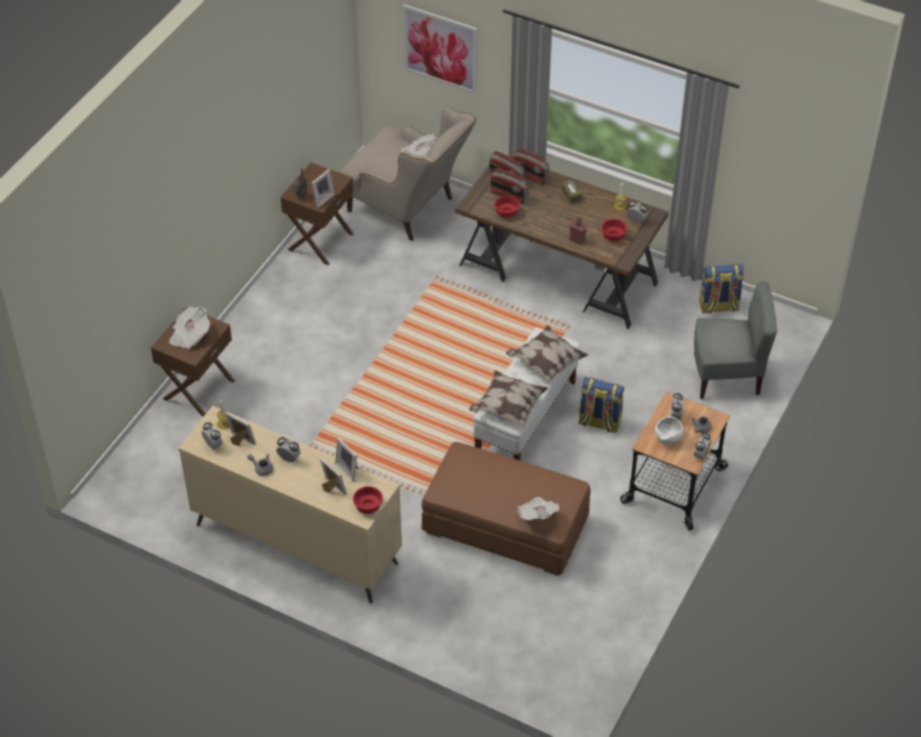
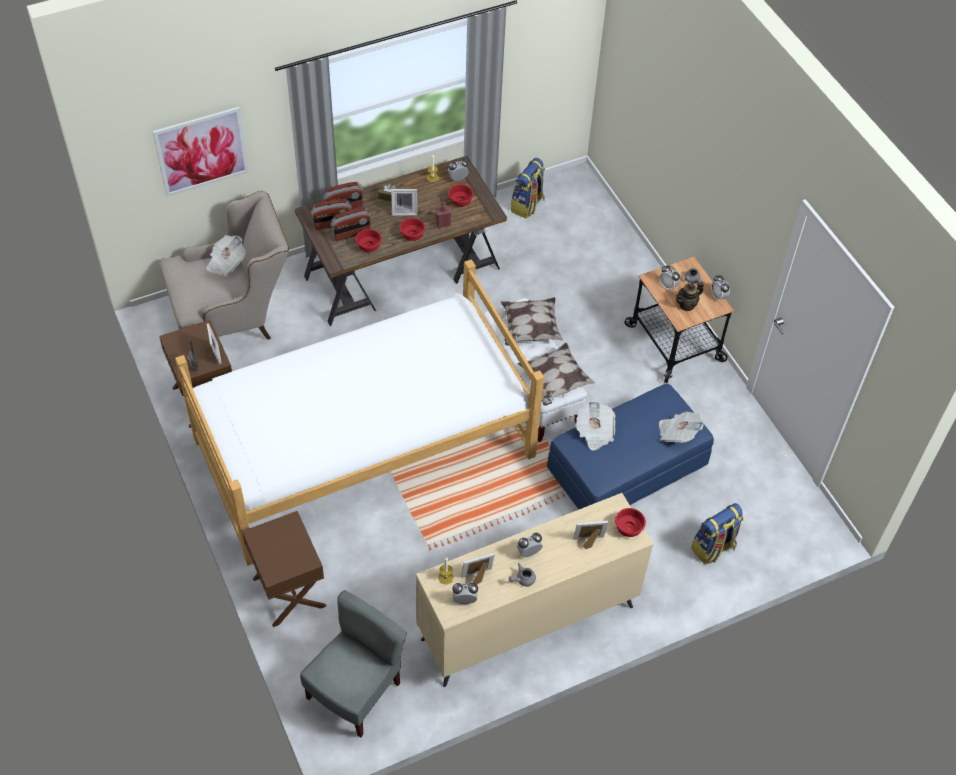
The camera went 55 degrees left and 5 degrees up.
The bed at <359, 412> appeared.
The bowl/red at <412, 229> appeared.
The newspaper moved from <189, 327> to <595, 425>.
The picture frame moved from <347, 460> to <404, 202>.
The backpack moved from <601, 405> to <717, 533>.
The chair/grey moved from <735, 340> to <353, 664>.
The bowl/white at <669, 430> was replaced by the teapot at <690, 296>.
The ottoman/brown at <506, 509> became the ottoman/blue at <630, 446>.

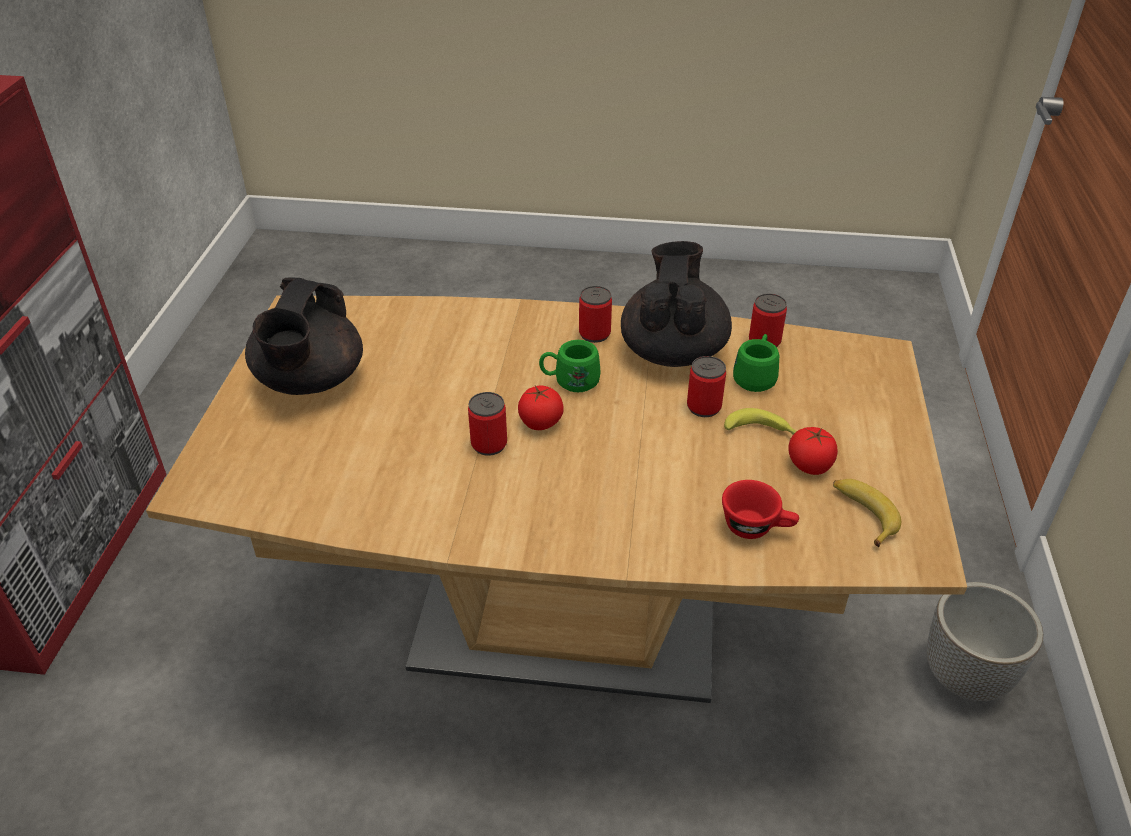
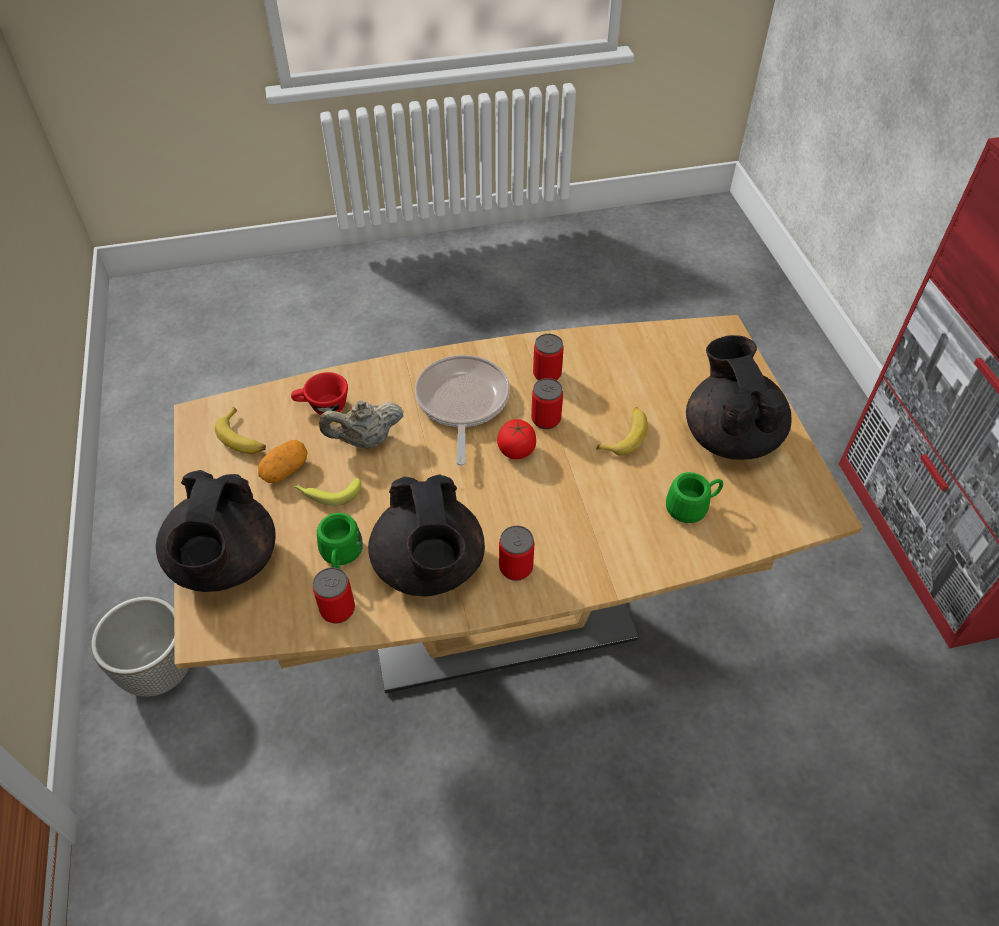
The camera went 160 degrees right and 10 degrees up.
The teapot/black at <216, 531> appeared.
The teapot/beige at <361, 424> appeared.
The frying pan at <462, 410> appeared.
The banana at <622, 431> appeared.
The mug/green moved from <570, 366> to <694, 497>.
The can moved from <706, 386> to <548, 357>.
The tomato at <813, 451> was replaced by the potato at <283, 461>.

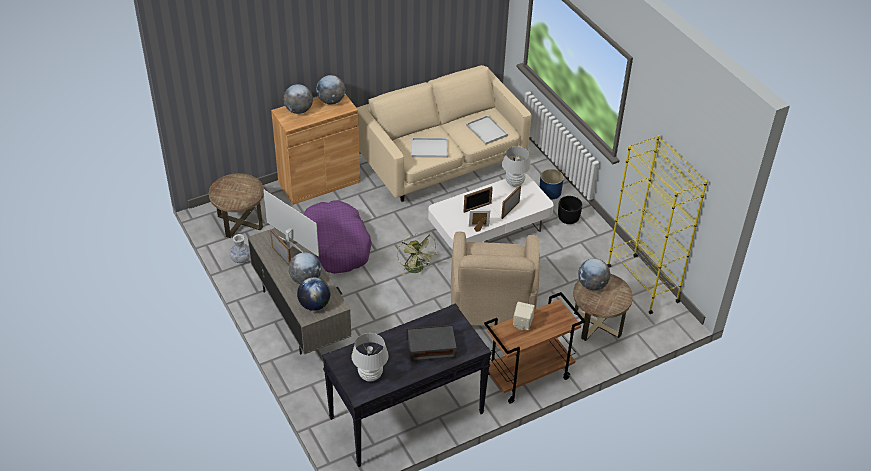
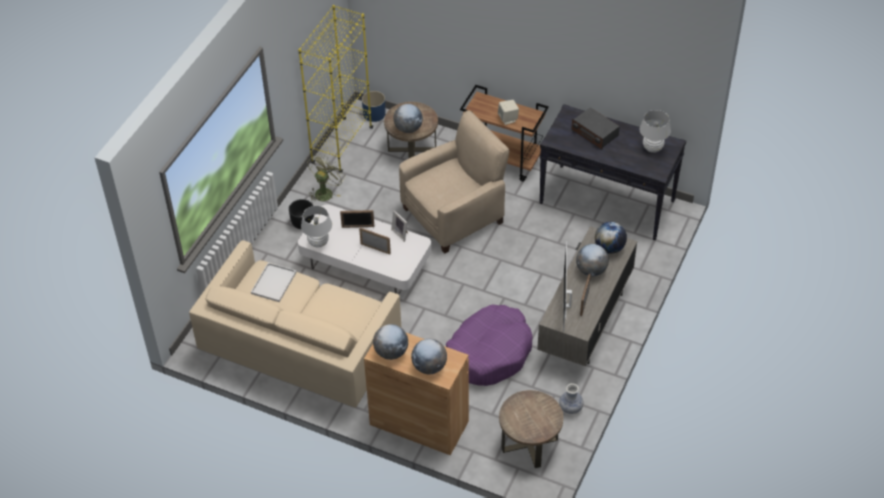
The camera went 125 degrees left and 5 degrees up.
The tray/white at <430, 148> disappeared.
The fan/green moved from <417, 254> to <326, 177>.
The planter/blue moved from <552, 184> to <373, 106>.

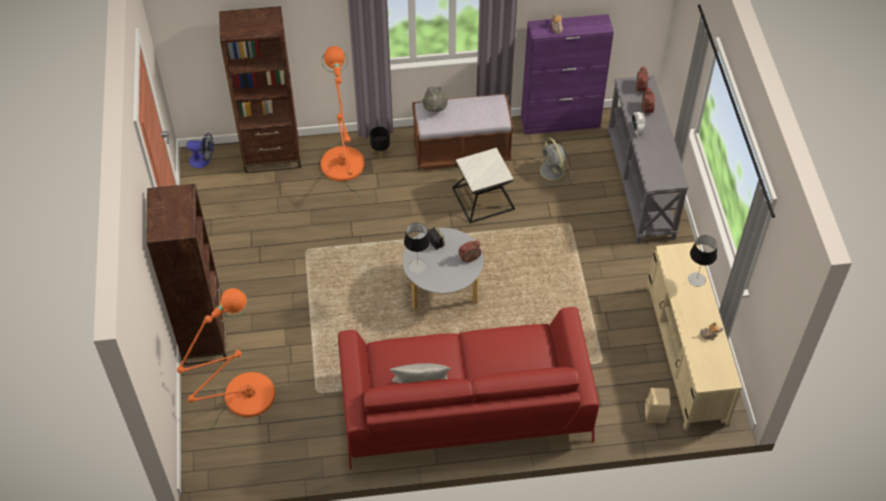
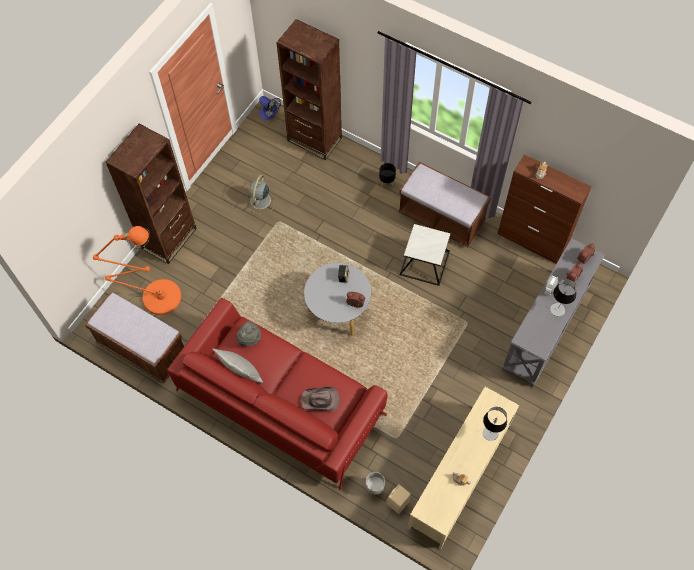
The camera went 40 degrees right and 10 degrees up.
The floor lamp/orange at <342, 123> disappeared.
The bench/brown at <134, 338> appeared.
The hat/brown at <320, 399> appeared.
The planter/grey at <375, 484> appeared.
The table lamp moved from <417, 247> to <563, 297>.
The hat/grey moved from <435, 99> to <249, 334>.
The fan/grey moved from <553, 161> to <260, 194>.
The cabinet/purple at <567, 74> became the cabinet/brown at <544, 208>.

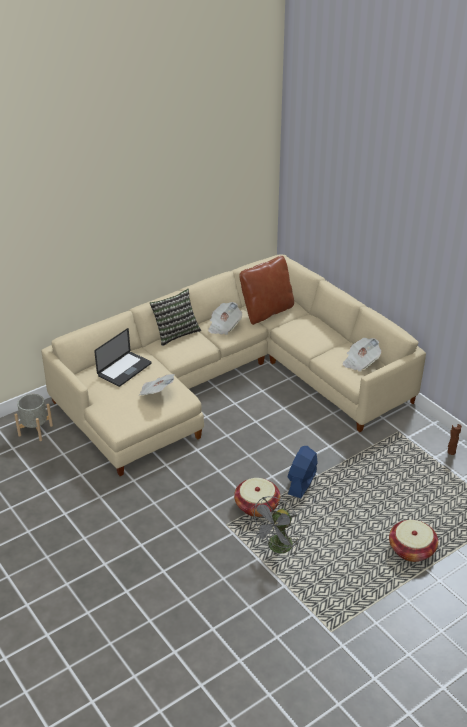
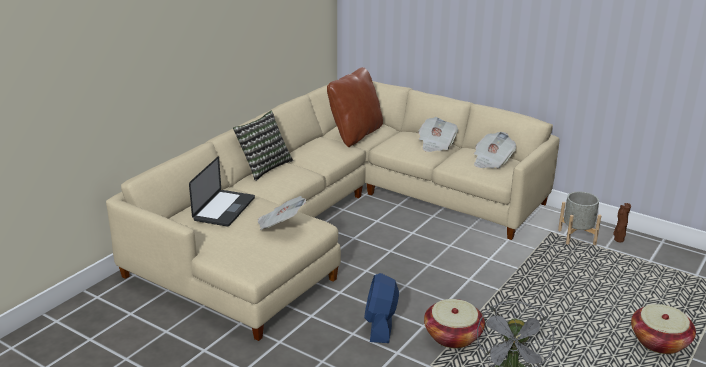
The camera went 20 degrees left and 10 degrees down.
The planter/grey moved from <33, 417> to <579, 218>.
The newspaper moved from <225, 318> to <438, 134>.
The fan/blue moved from <303, 472> to <381, 308>.

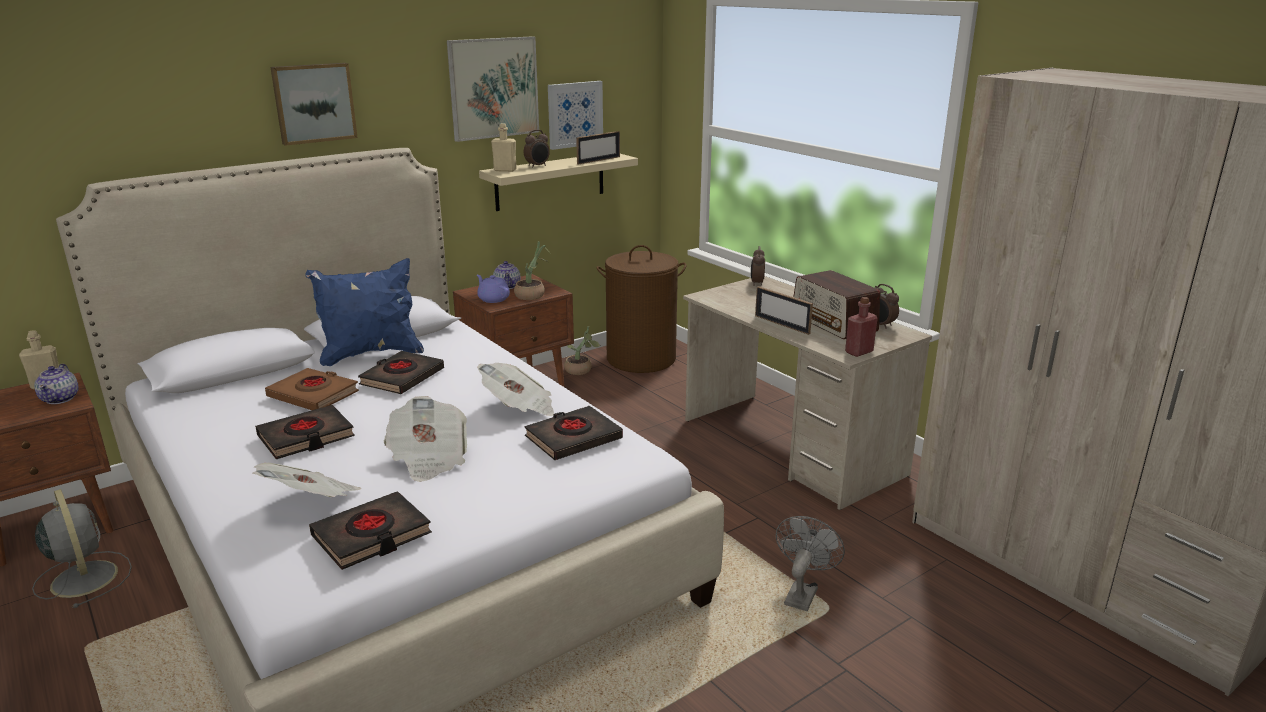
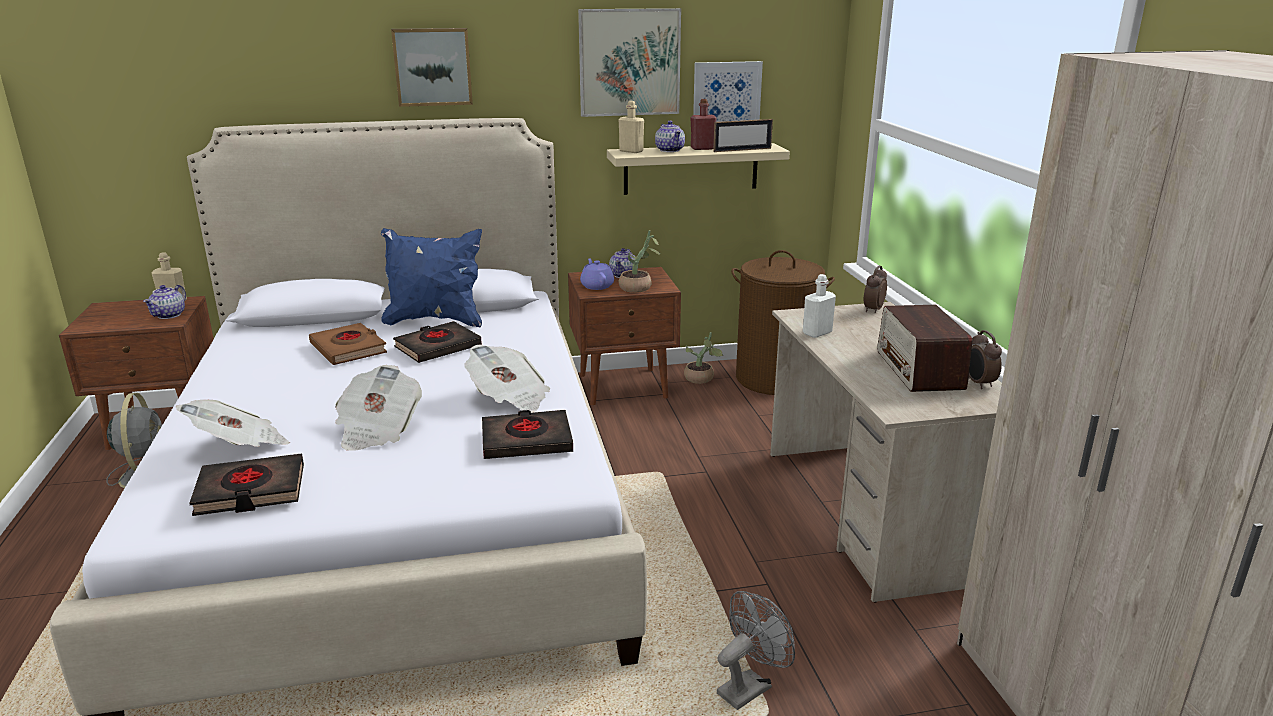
The camera went 25 degrees right and 0 degrees up.
The book/black at <305, 432> disappeared.
The picture frame at <784, 310> disappeared.
The bottle/white at <819, 306> appeared.
The bottle/red moved from <861, 327> to <703, 124>.
The alarm clock at <537, 149> was replaced by the teapot at <670, 136>.

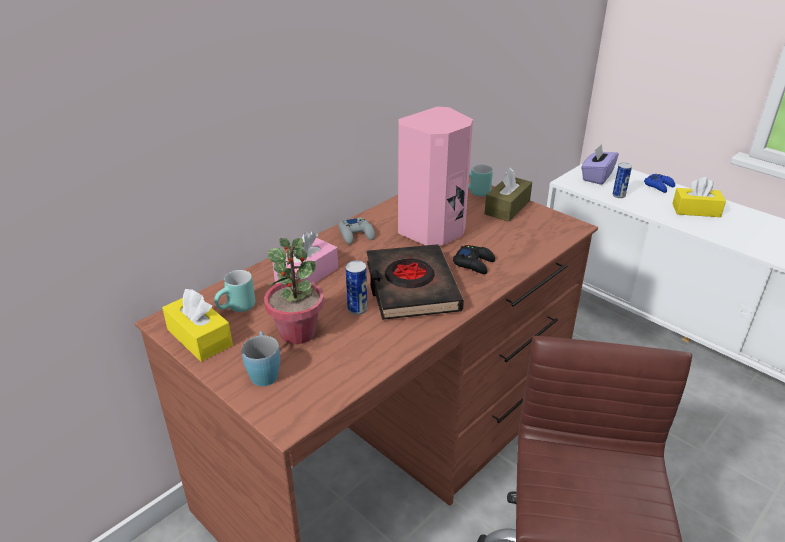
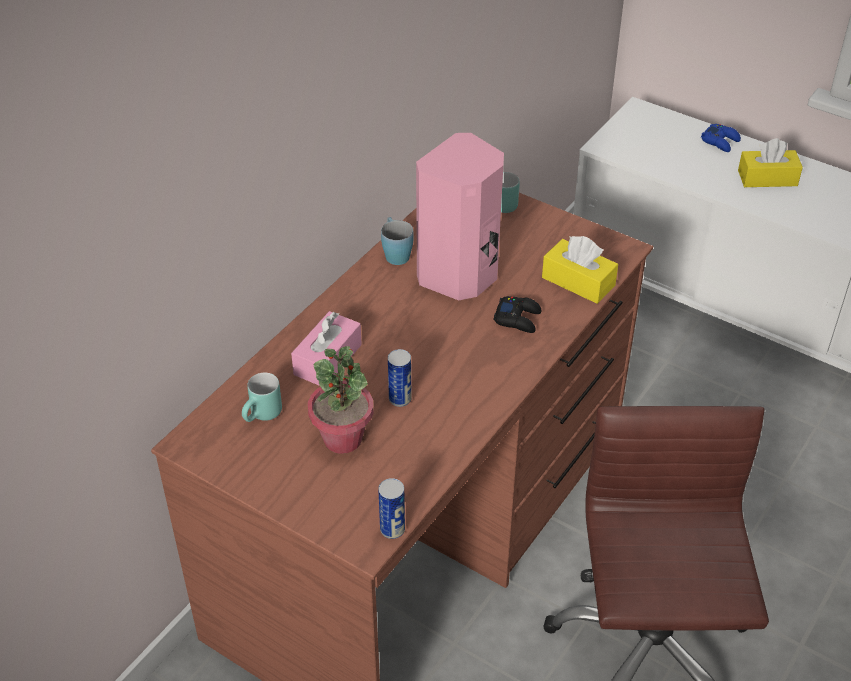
The camera went 10 degrees left and 10 degrees up.
The game controller/grey at <357, 230> disappeared.
The book/black at <415, 282> disappeared.
The tissue box/brown at <508, 195> disappeared.
The tissue box/purple at <600, 164> disappeared.
The tissue box/yellow moved from <197, 325> to <580, 270>.
The mug/blue moved from <261, 358> to <397, 241>.
The can moved from <622, 180> to <391, 508>.

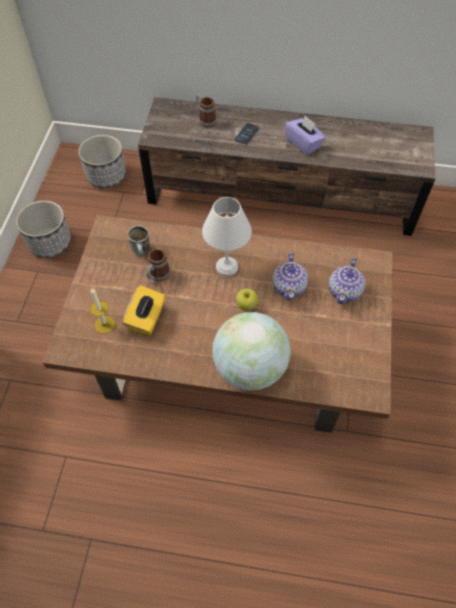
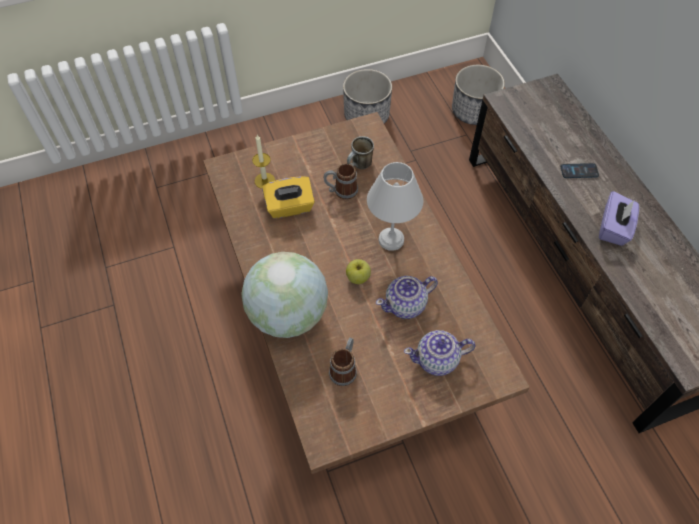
The camera went 60 degrees right and 0 degrees up.
The mug moved from <206, 110> to <343, 362>.

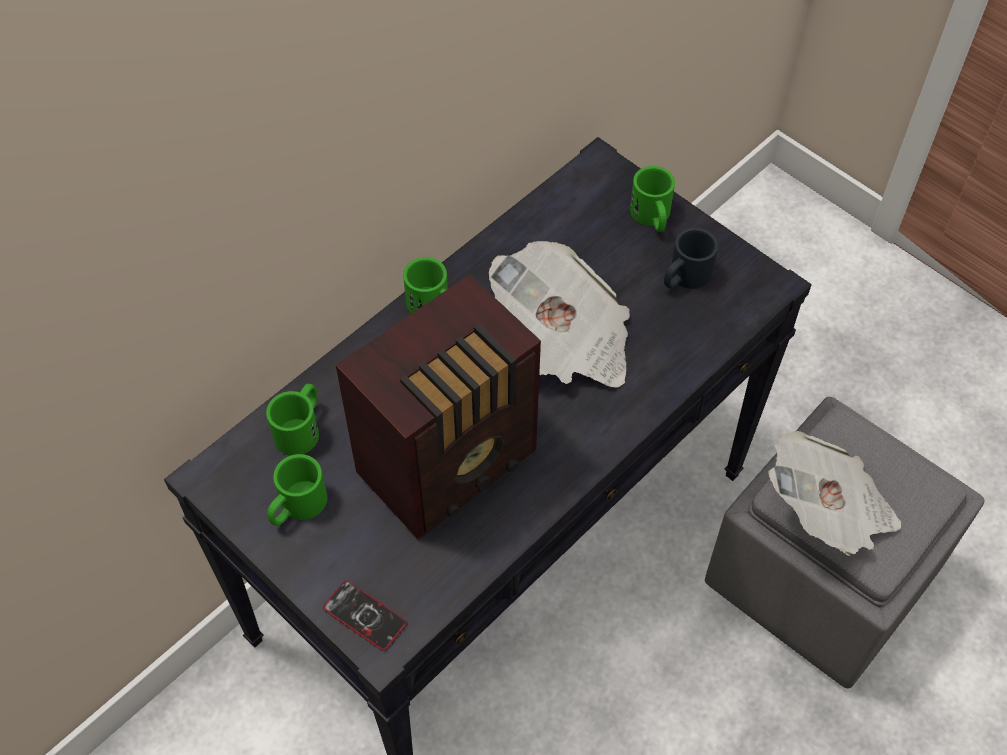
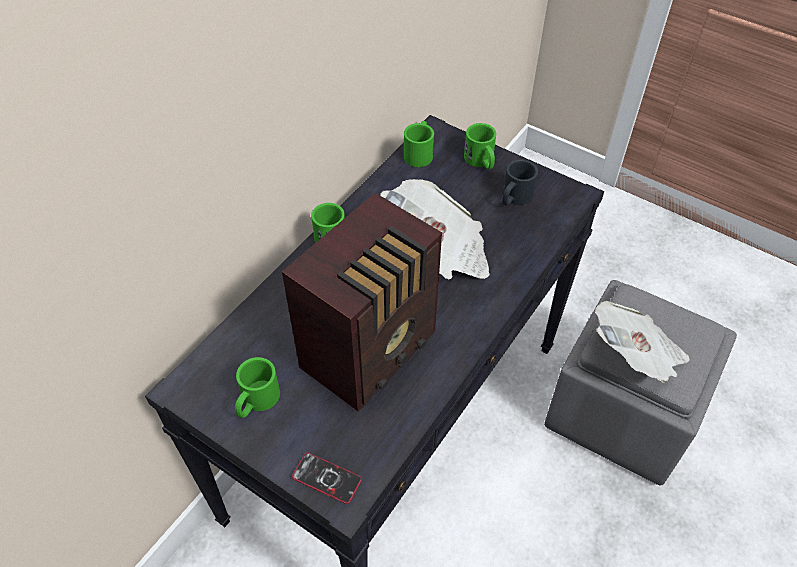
The camera went 10 degrees left and 5 degrees down.
The mug/green moved from <292, 420> to <419, 144>.

